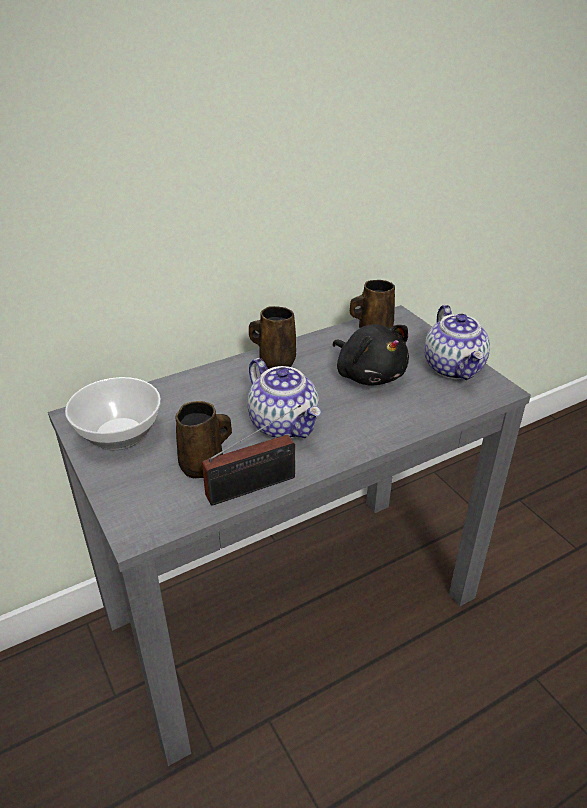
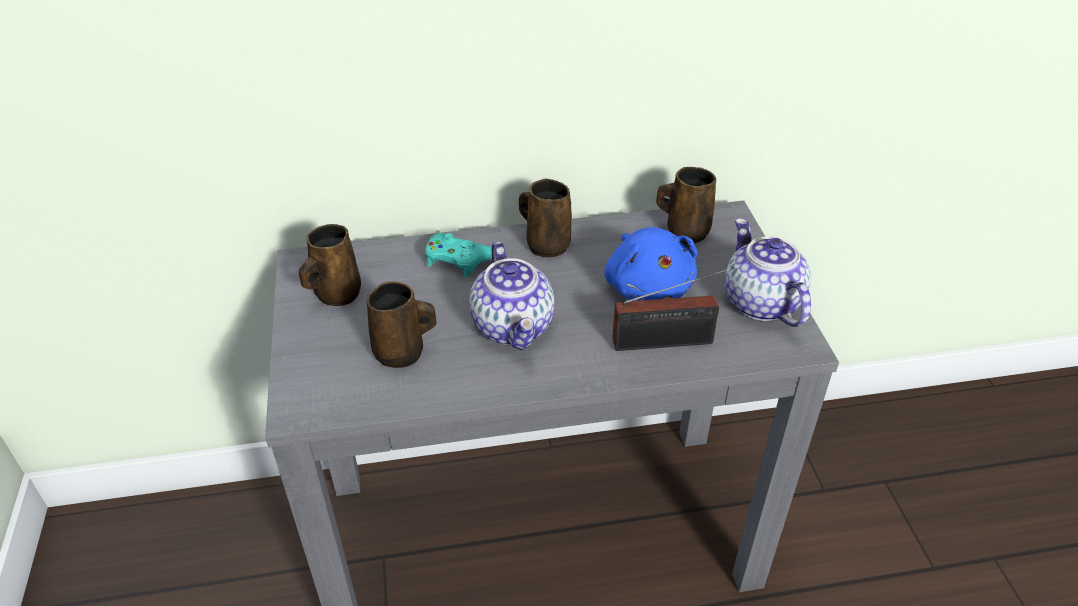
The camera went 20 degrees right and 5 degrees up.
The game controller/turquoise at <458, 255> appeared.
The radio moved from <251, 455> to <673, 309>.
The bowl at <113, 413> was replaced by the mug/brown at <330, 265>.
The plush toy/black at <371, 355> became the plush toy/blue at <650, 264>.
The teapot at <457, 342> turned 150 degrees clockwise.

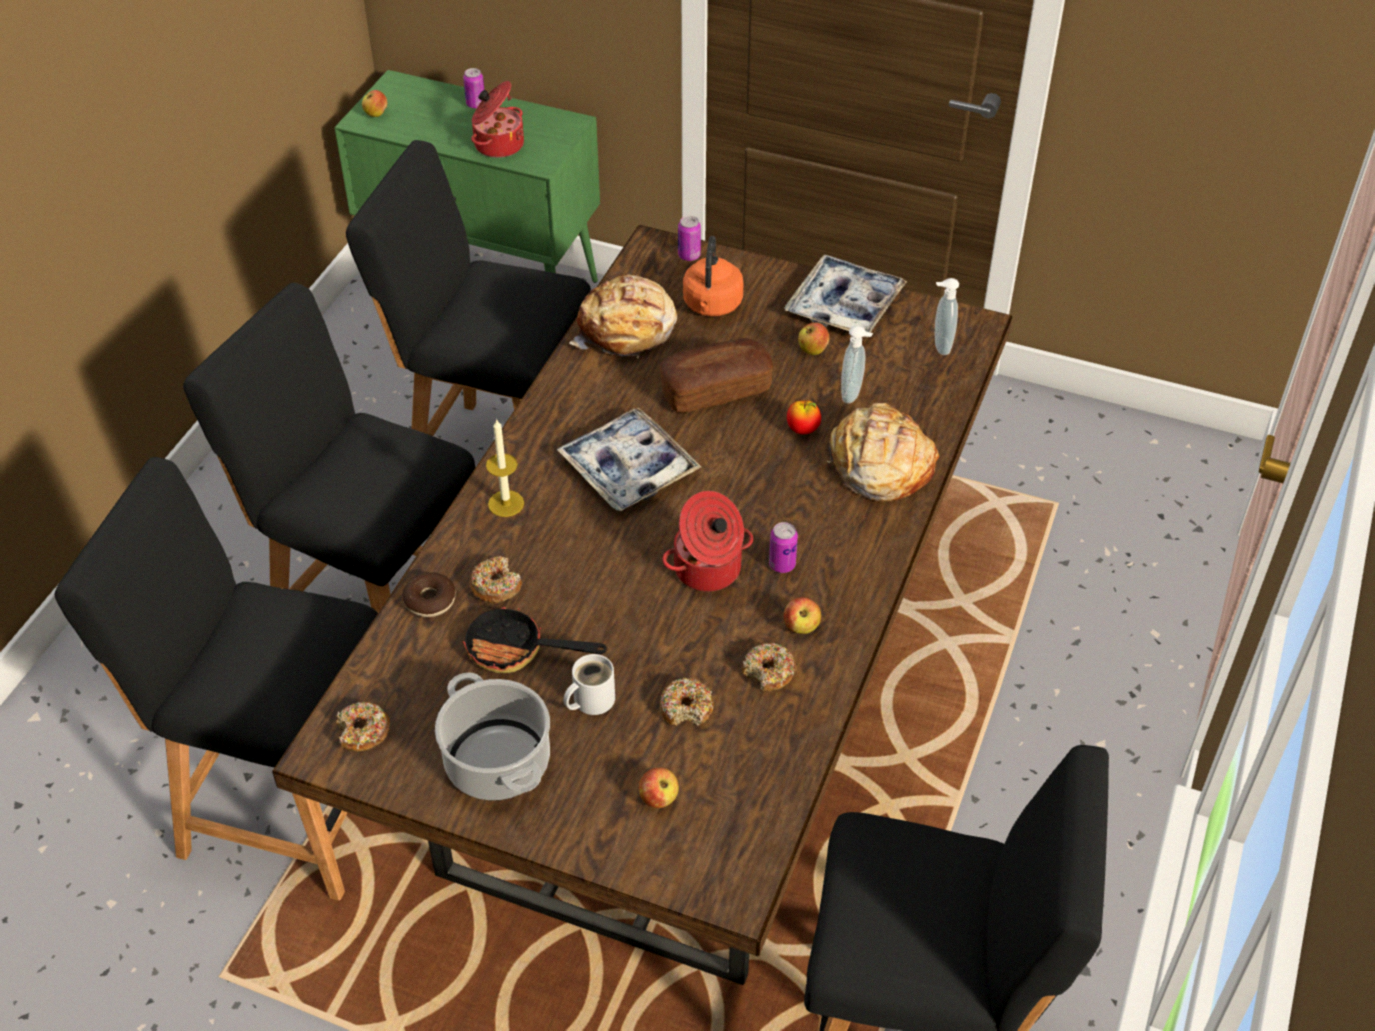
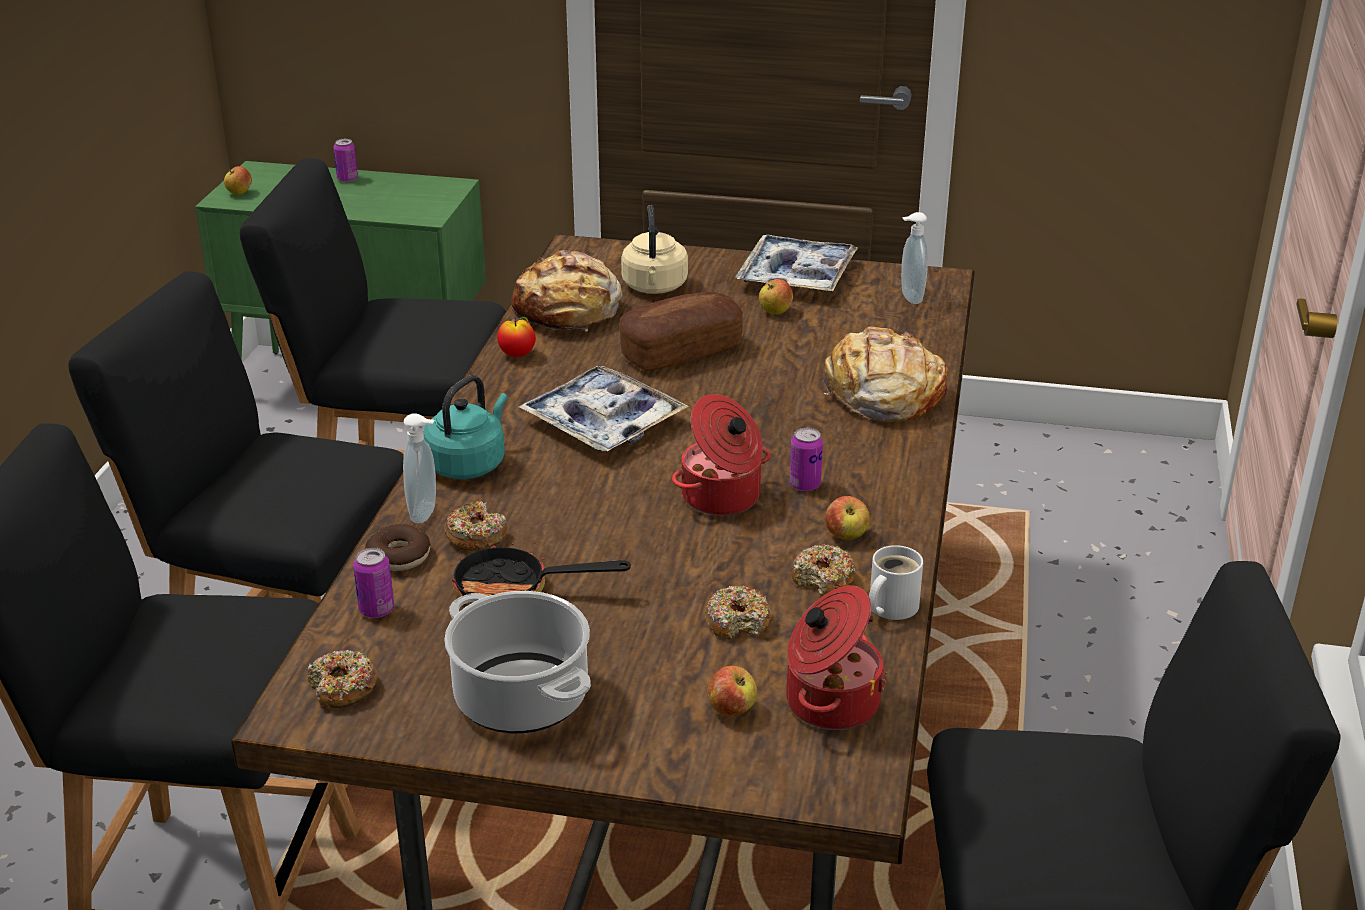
The camera went 10 degrees left and 15 degrees down.
The cooking pot moved from <497, 119> to <836, 658>.
The mug/white moved from <589, 684> to <896, 582>.
The can moved from <689, 238> to <373, 583>.
The apple moved from <804, 417> to <516, 337>.
The soap dispenser moved from <857, 364> to <419, 468>.
The candle at <505, 467> was replaced by the kettle/turquoise at <465, 427>.
The kettle/orange at <713, 276> became the kettle/beige at <654, 249>.

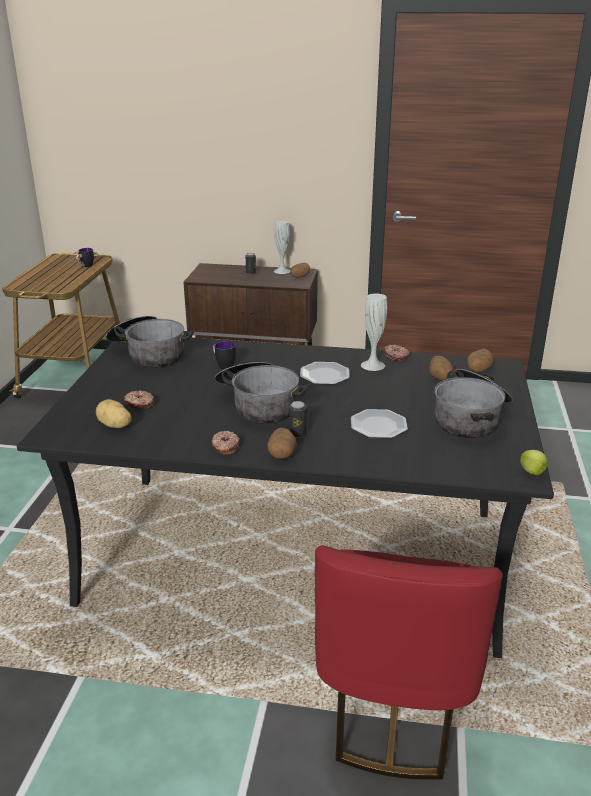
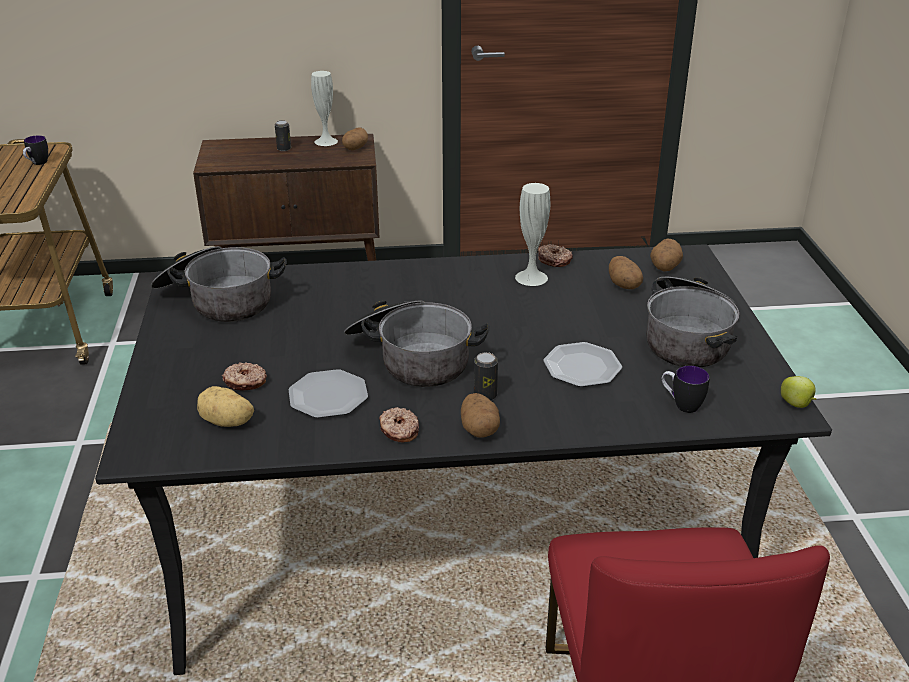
The camera went 15 degrees left and 5 degrees up.
The mug moved from <224, 355> to <686, 389>.
The plate moved from <324, 373> to <328, 393>.

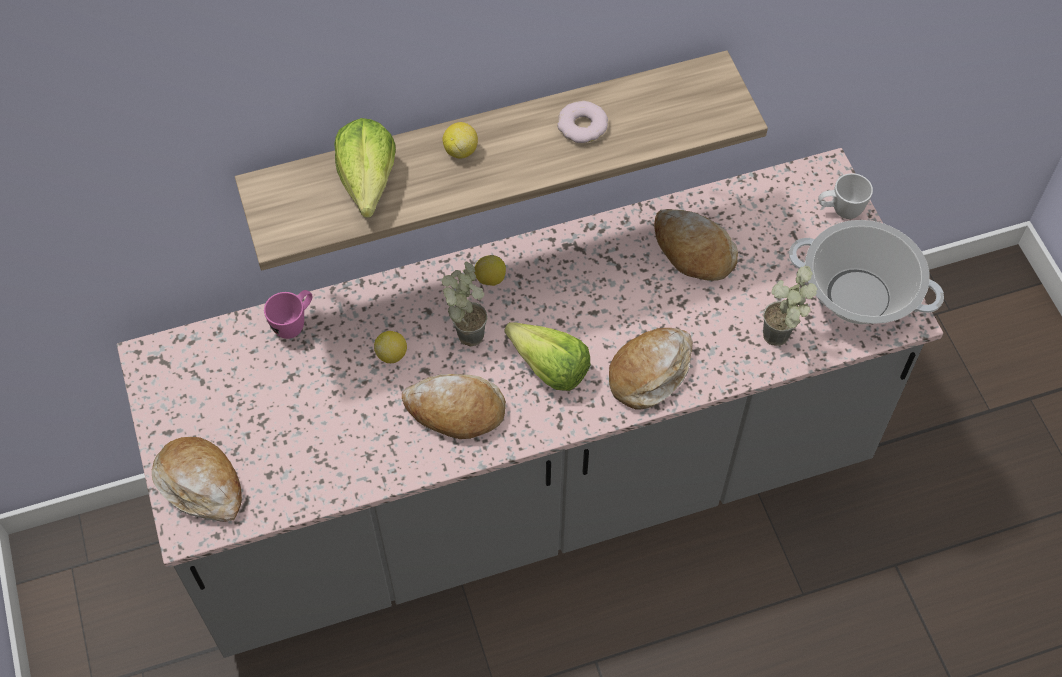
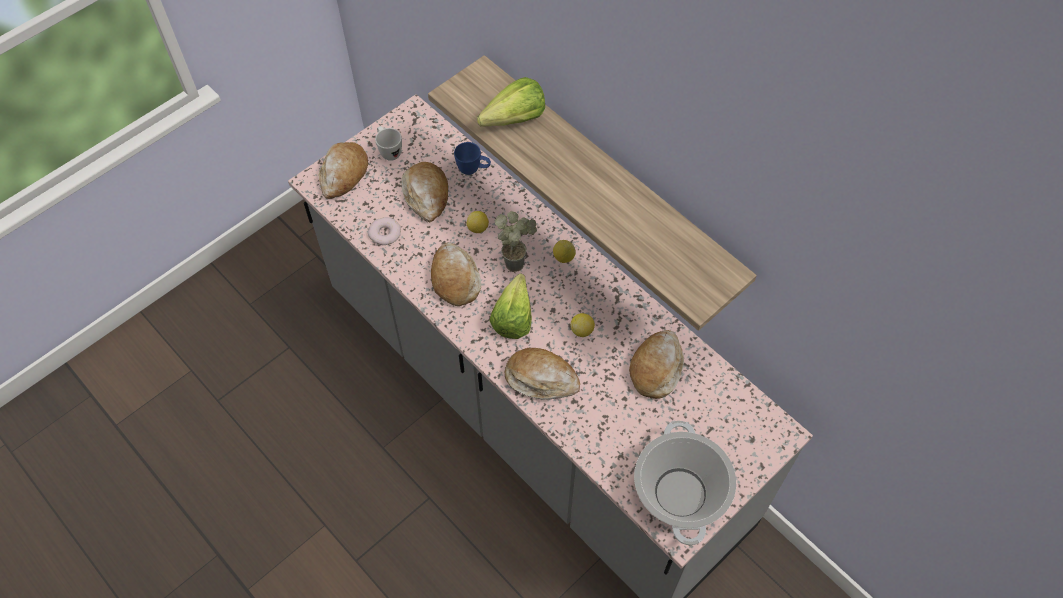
The camera went 65 degrees right and 0 degrees up.
The potted plant at <790, 306> disappeared.
The bread at <424, 192> appeared.
The lemon moved from <460, 140> to <583, 325>.
The donut moved from <582, 122> to <384, 231>.
The mug/white moved from <845, 196> to <388, 143>.
The mug/pink at <288, 314> became the mug/blue at <472, 158>.

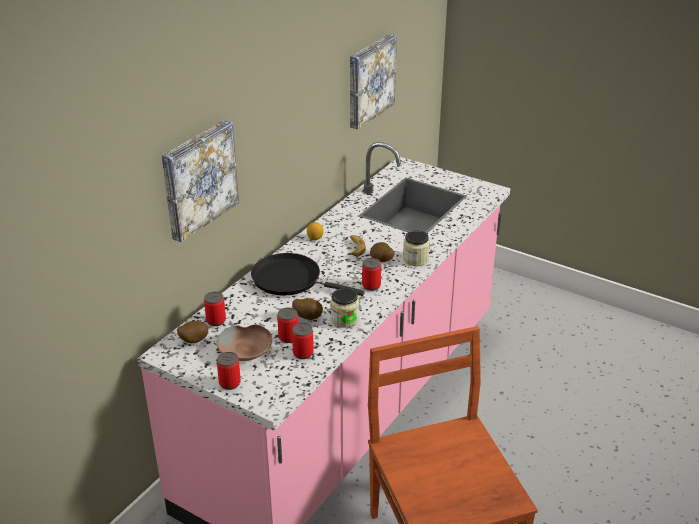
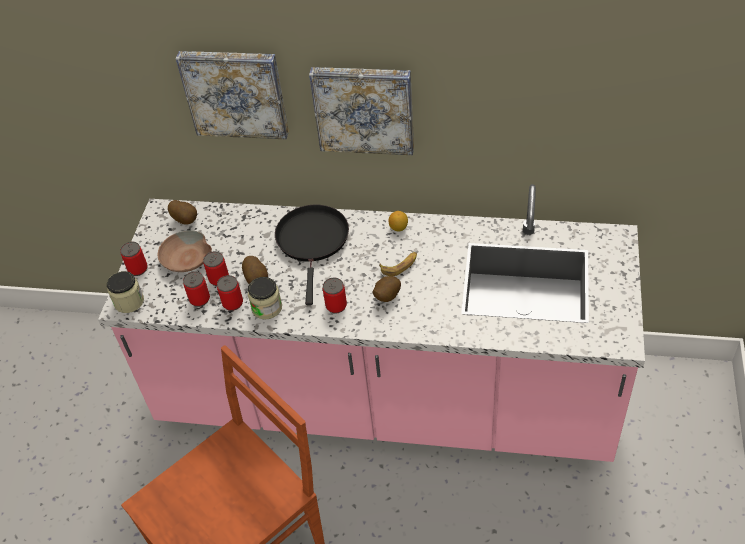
The camera went 70 degrees right and 15 degrees up.
The can moved from <215, 309> to <230, 293>.
The picture moved from <373, 82> to <361, 111>.
The jar moved from <416, 248> to <125, 292>.

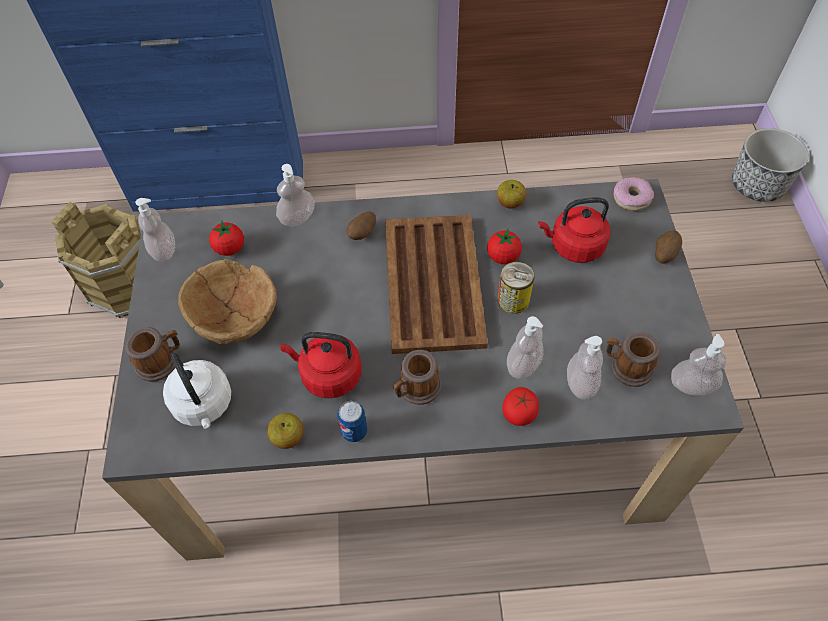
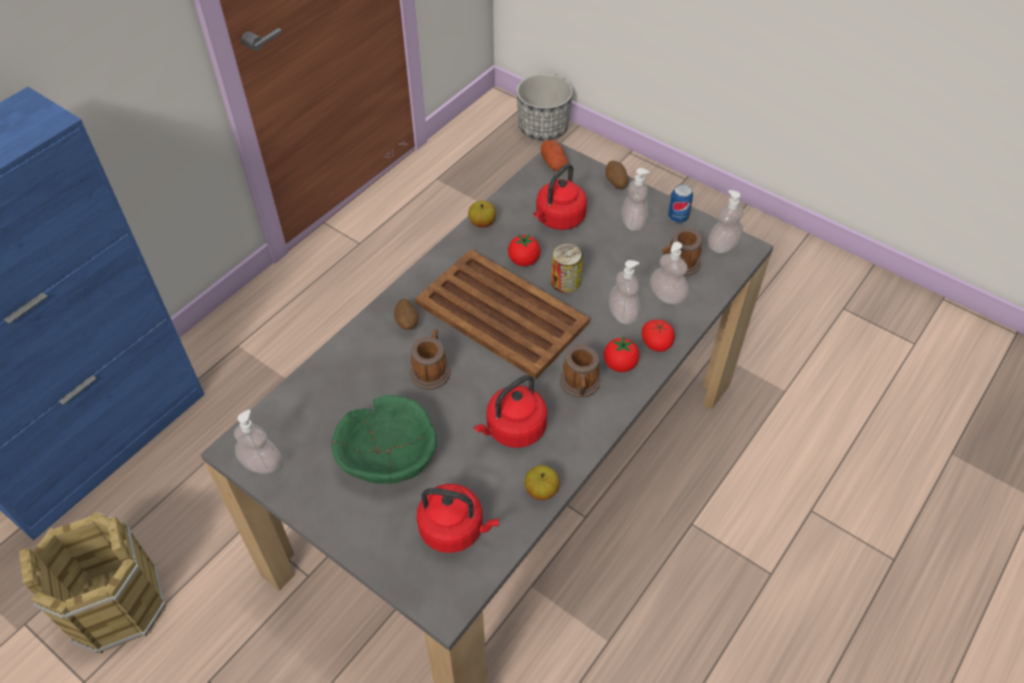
The camera went 50 degrees left and 5 degrees down.
The mug moved from <153, 354> to <430, 359>.
The tomato moved from <226, 238> to <621, 354>.
The soap dispenser moved from <295, 195> to <635, 199>.
The can moved from <352, 421> to <680, 203>.
The donut at <634, 194> was replaced by the potato at <554, 155>.
The kettle/white at <197, 391> became the kettle/red at <457, 518>.
The bowl/brown at <227, 301> became the bowl/green at <384, 439>.

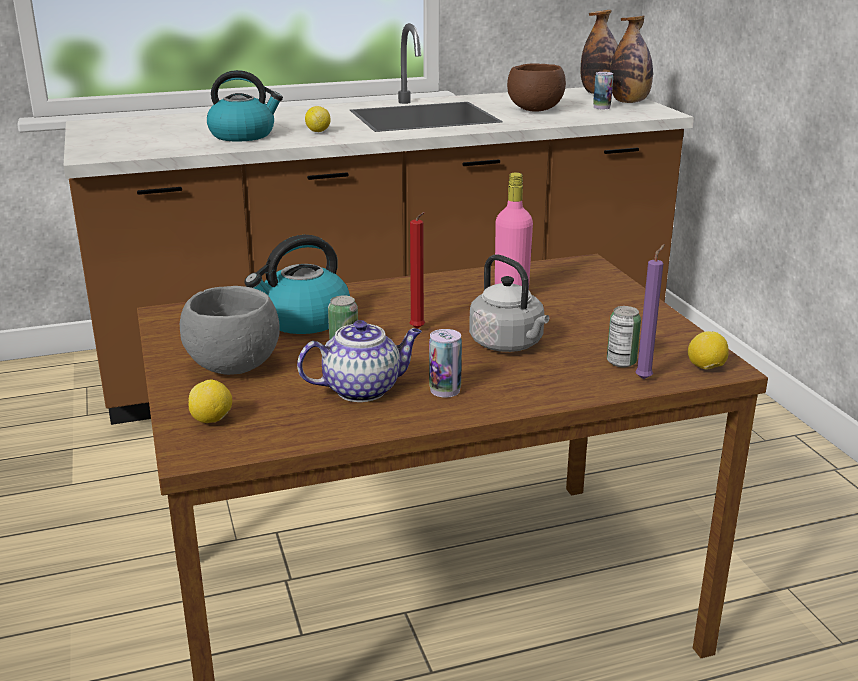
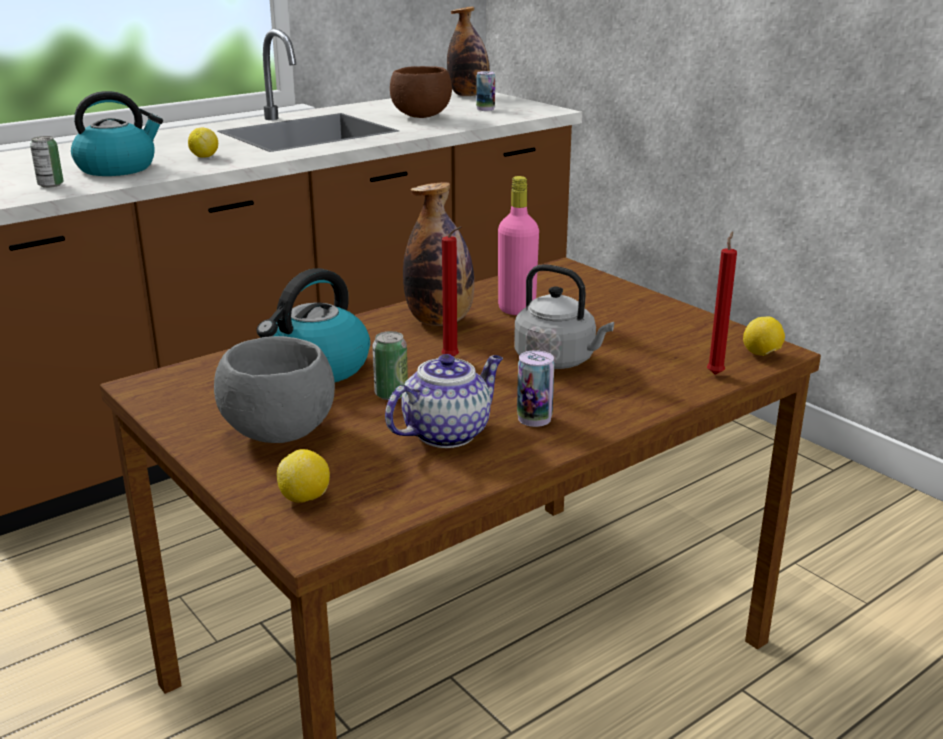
The camera went 20 degrees left and 0 degrees up.
The can moved from <624, 336> to <46, 162>.
The bottle moved from <631, 59> to <438, 254>.
The candle/purple at <650, 311> became the candle/red at <722, 303>.

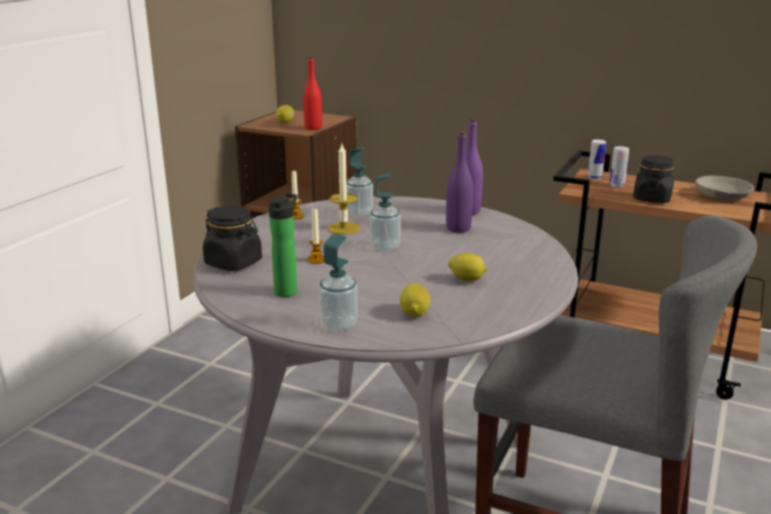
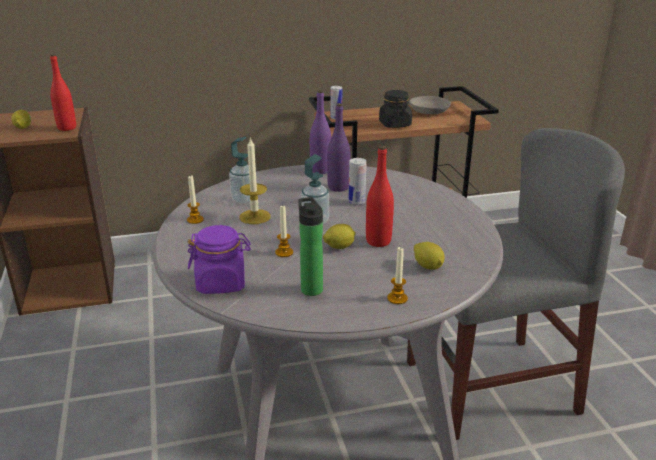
The camera went 40 degrees left and 5 degrees up.
The bottle/red at <380, 196> appeared.
The lemon moved from <467, 267> to <339, 236>.
The can moved from <619, 167> to <357, 181>.
The soap dispenser at <338, 282> was replaced by the candle at <397, 275>.
The jar/black at <232, 238> became the jar/purple at <219, 259>.

